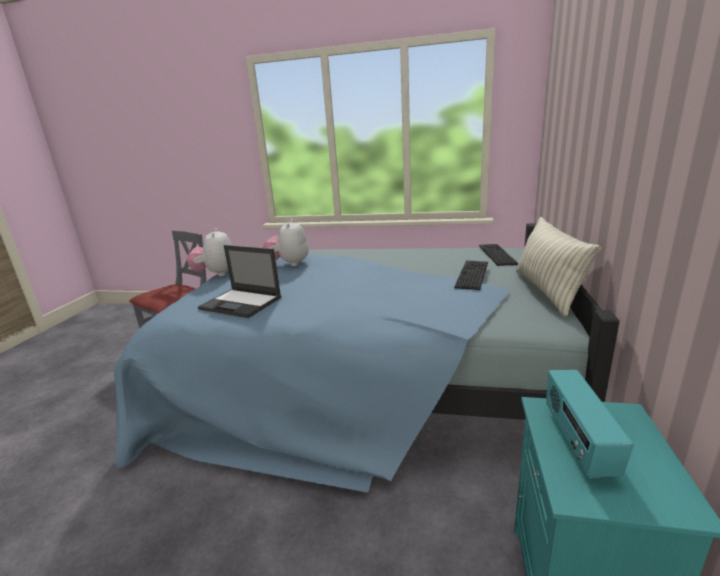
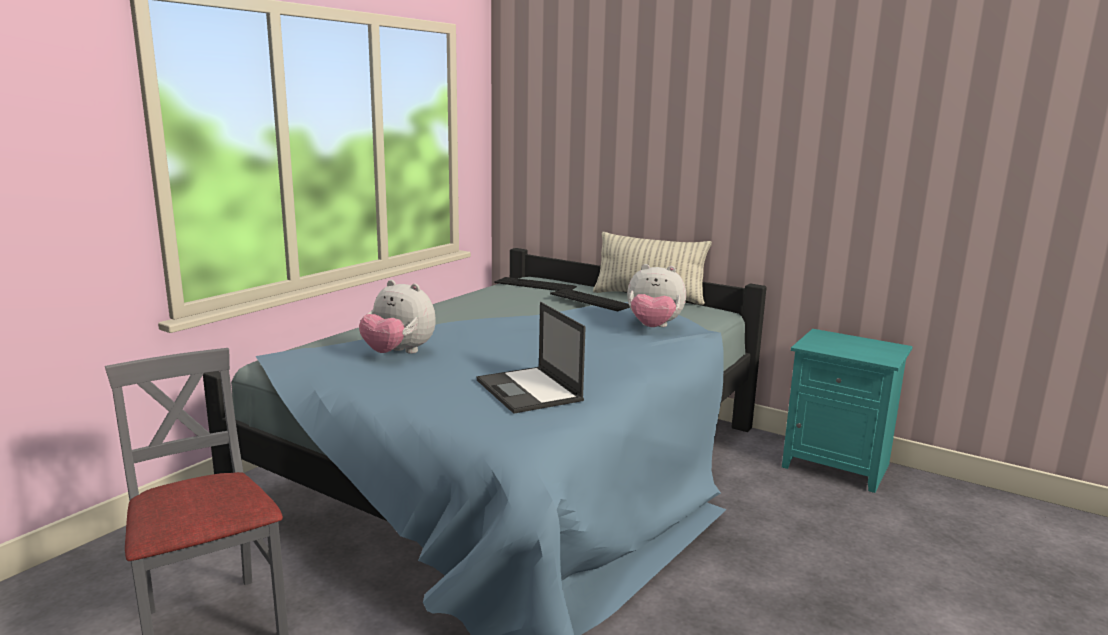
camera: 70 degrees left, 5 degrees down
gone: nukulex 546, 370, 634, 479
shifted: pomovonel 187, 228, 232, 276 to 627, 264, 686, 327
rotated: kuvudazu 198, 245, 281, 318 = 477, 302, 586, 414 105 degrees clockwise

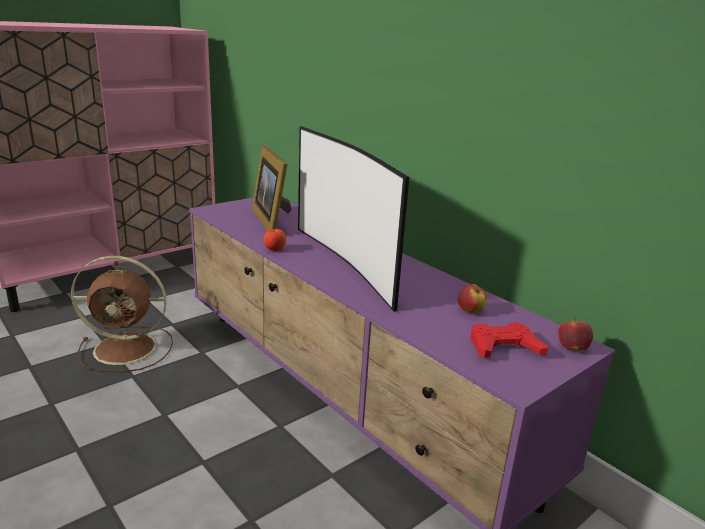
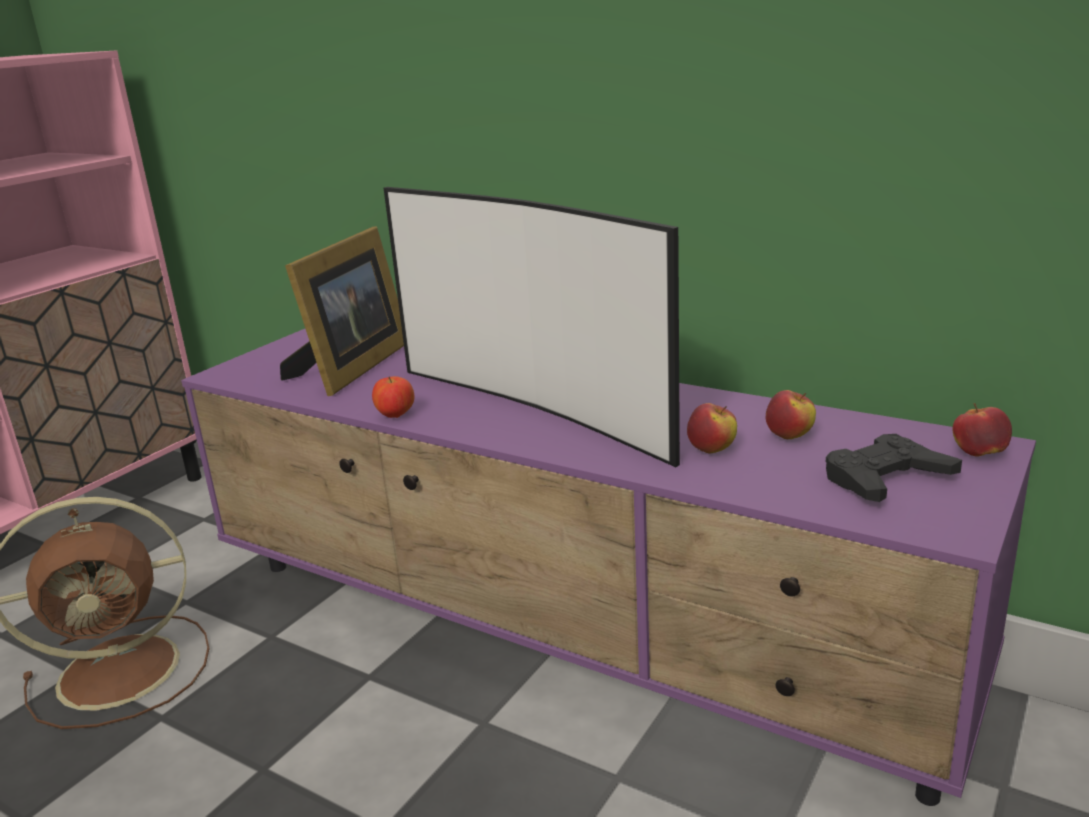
camera: 15 degrees left, 0 degrees up
new: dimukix 687, 403, 737, 453
repainted: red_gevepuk 470, 322, 548, 358 to black_gevepuk 826, 434, 962, 502
rotated: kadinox 252, 144, 292, 231 = 280, 226, 404, 396 120 degrees counterclockwise

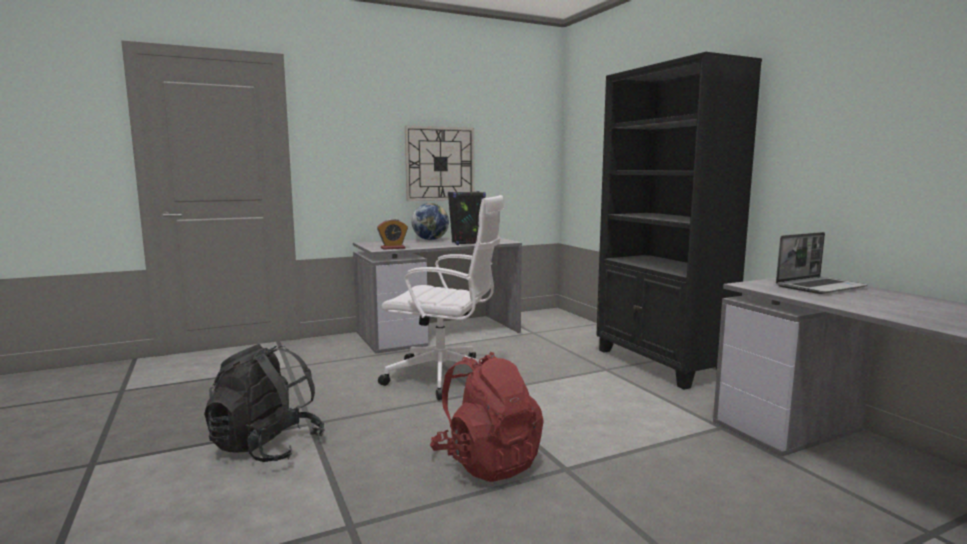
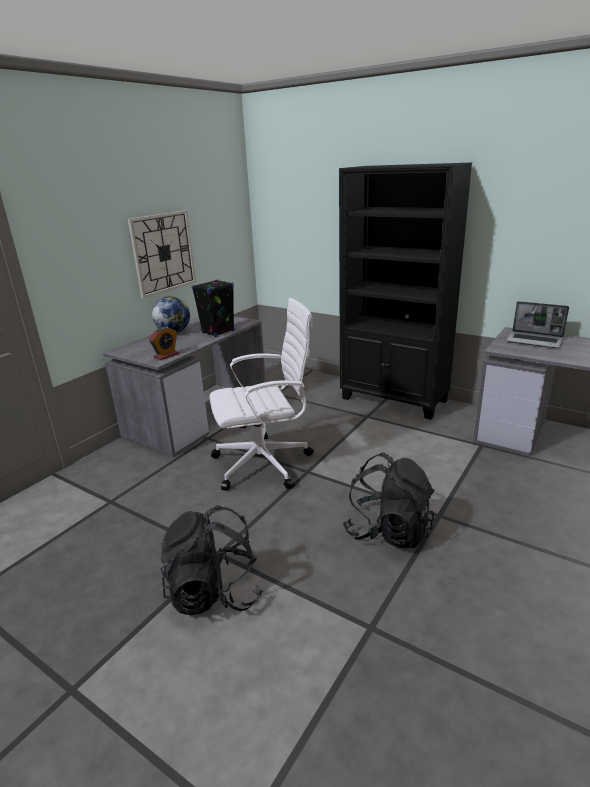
camera: 30 degrees left, 15 degrees up
repainted: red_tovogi 430, 352, 544, 482 to black_tovogi 343, 453, 435, 549
rotated: kuvudazu 776, 232, 868, 294 = 506, 301, 569, 348 90 degrees clockwise

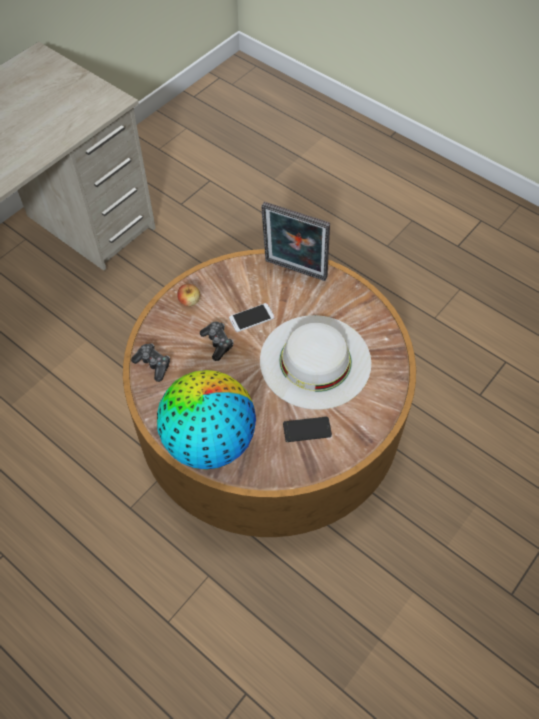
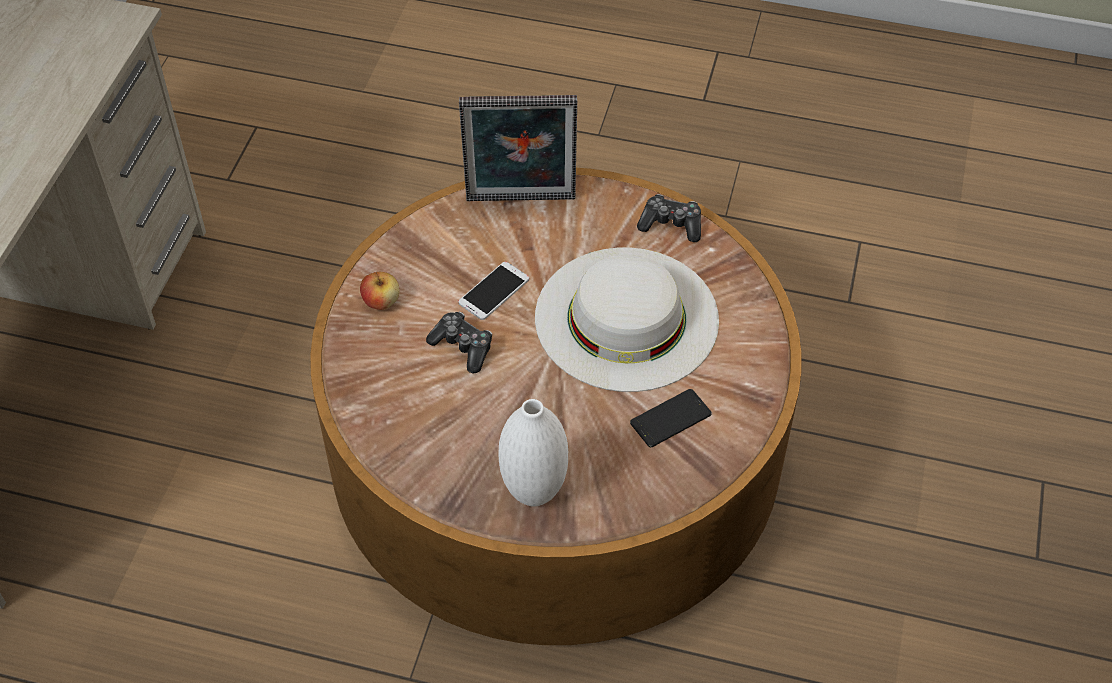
camera: 25 degrees left, 5 degrees down
shifted: gevepuk 131, 343, 170, 382 to 637, 194, 701, 242
swapped: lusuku 157, 370, 256, 470 to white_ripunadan 498, 399, 568, 507

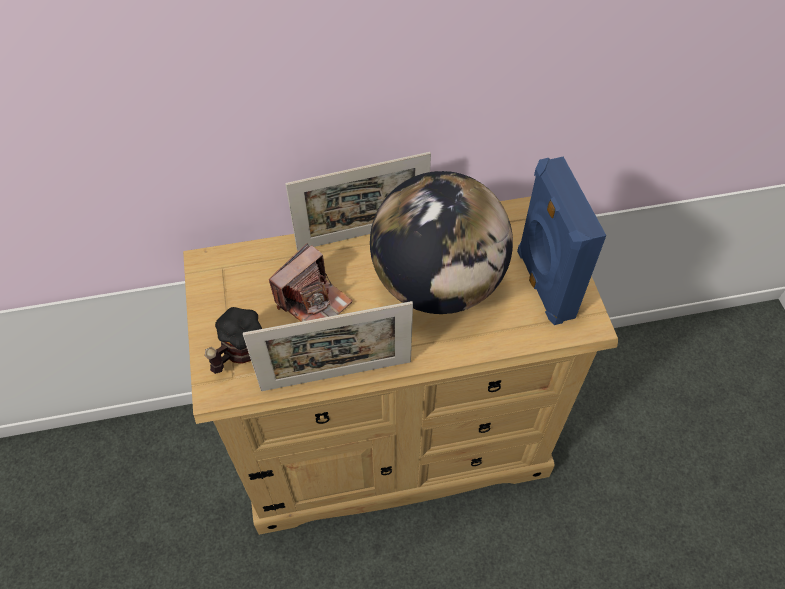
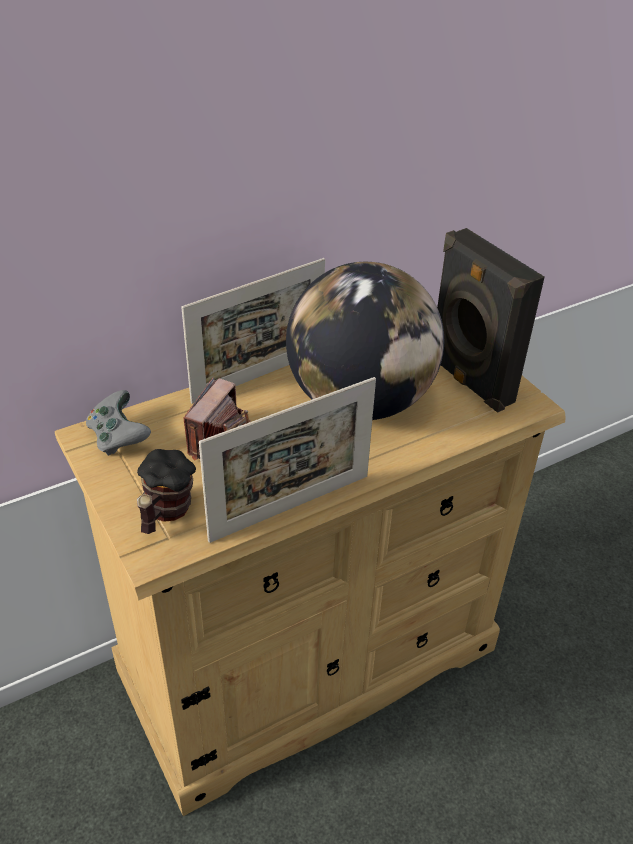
camera: 20 degrees left, 15 degrees down
new: grey_gevepuk 86, 390, 151, 456
repainted: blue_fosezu 517, 157, 606, 325 to black_fosezu 437, 228, 545, 413

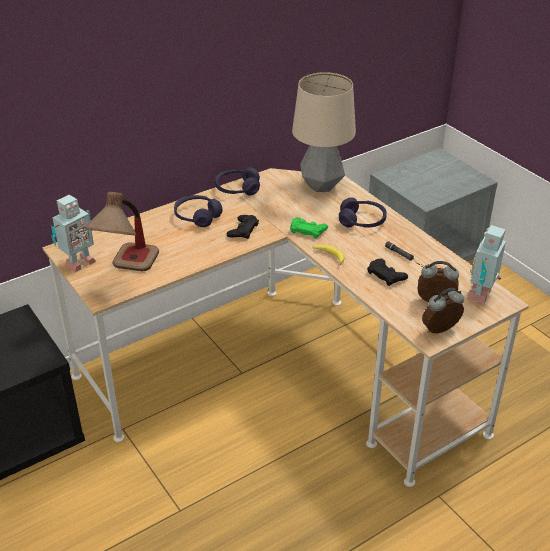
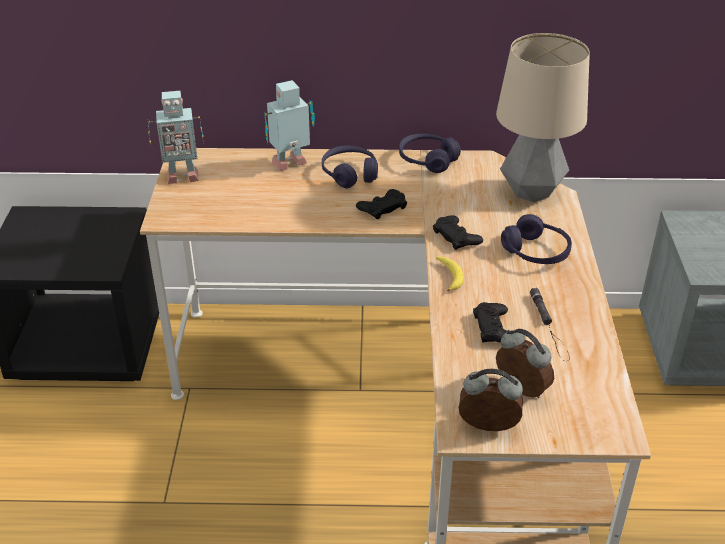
camera: 35 degrees right, 0 degrees up
gone: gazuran 84, 192, 159, 271
shifted: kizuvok 467, 225, 506, 303 to 264, 80, 315, 171
repainted: green_gevepuk 290, 217, 328, 239 to black_gevepuk 433, 215, 483, 250

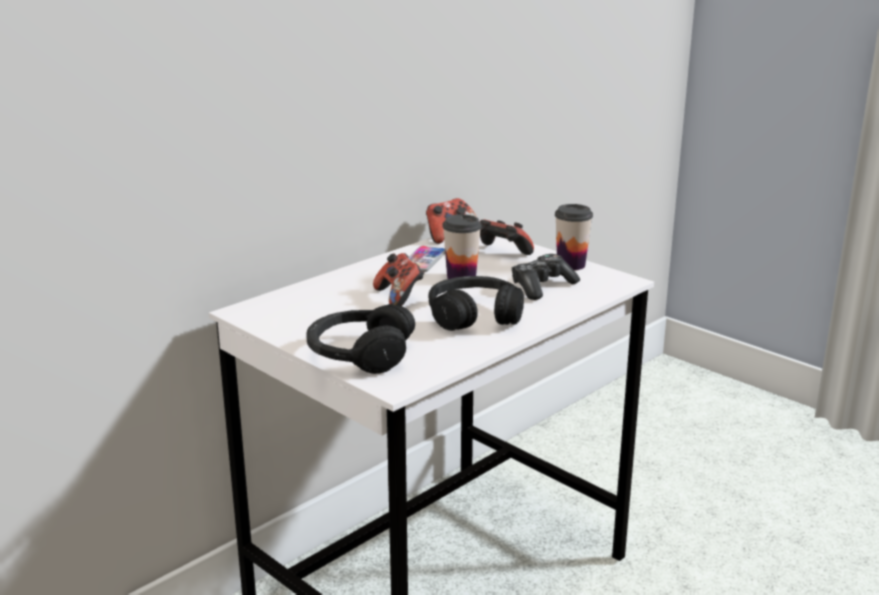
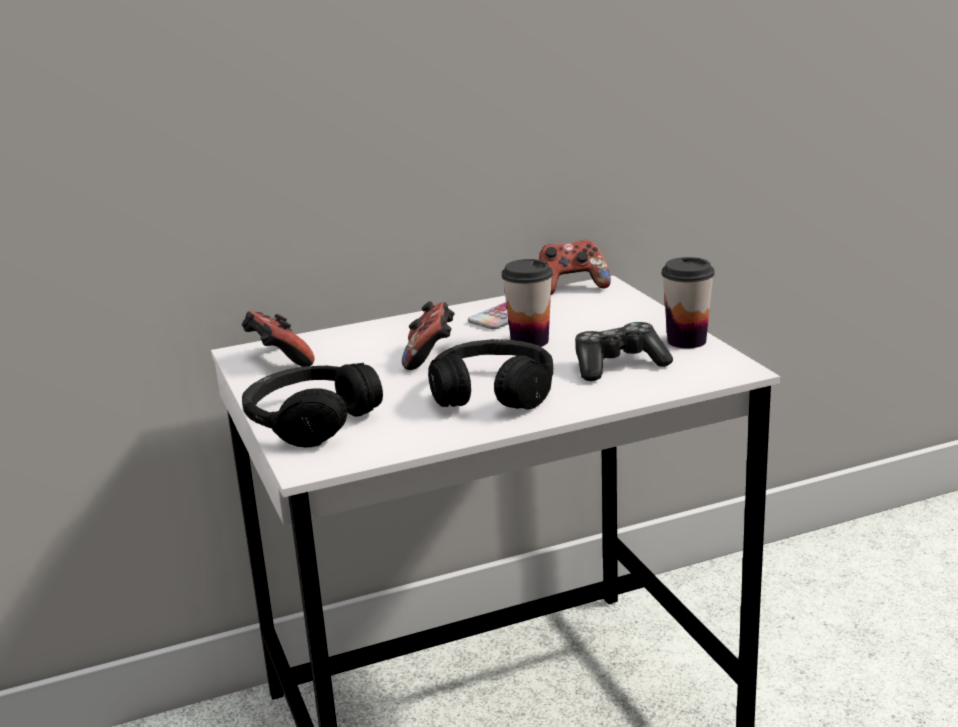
camera: 25 degrees right, 0 degrees up
shifted: gevepuk 480, 219, 534, 255 to 242, 311, 314, 367

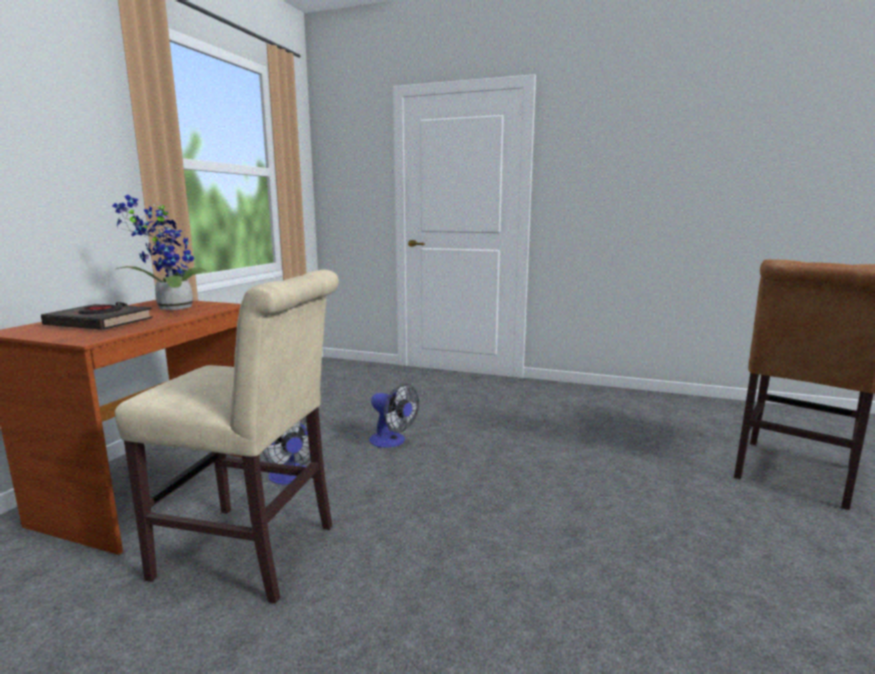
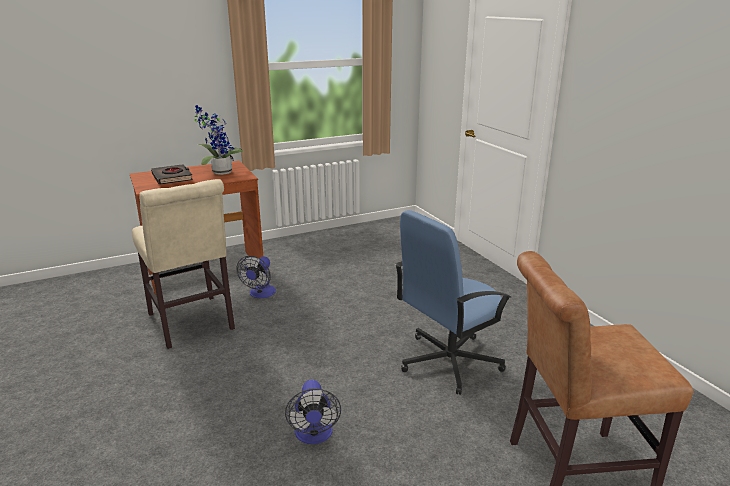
camera: 45 degrees right, 10 degrees up
new: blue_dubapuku 395, 210, 512, 395
shifted: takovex 369, 384, 419, 448 to 285, 379, 341, 444

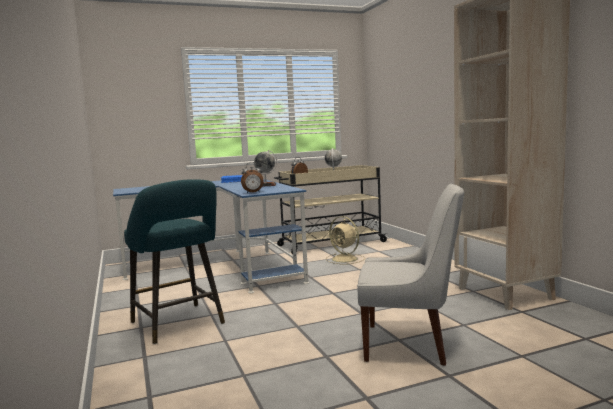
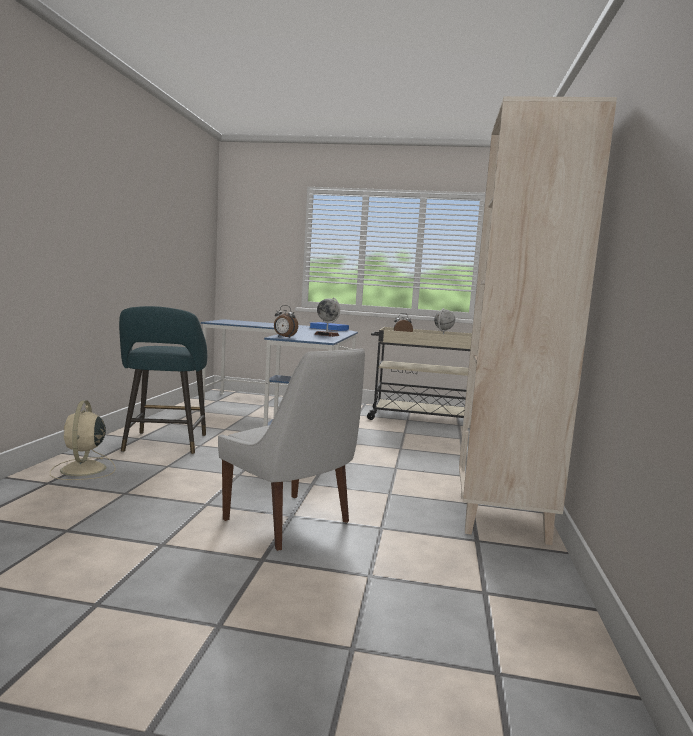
camera: 30 degrees right, 0 degrees up
shifted: beige_takovex 326, 216, 365, 264 to 50, 400, 116, 480

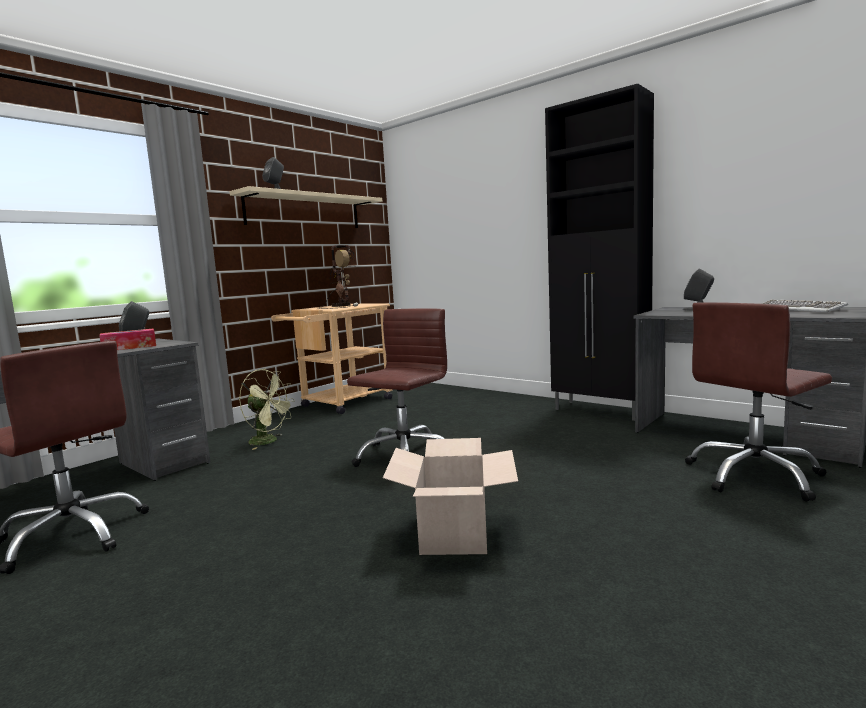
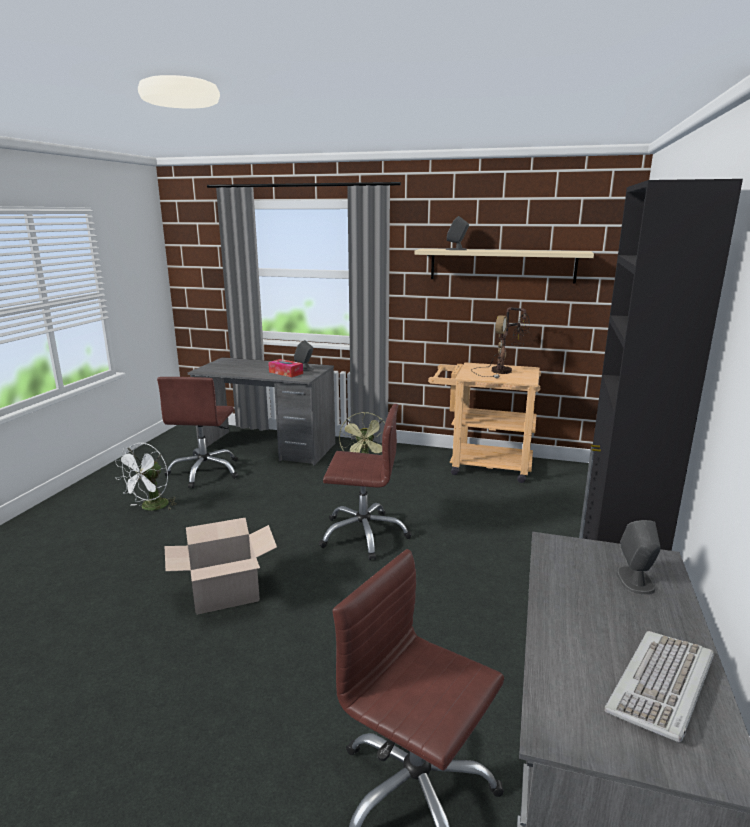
camera: 65 degrees right, 10 degrees up
new: white_takovex 115, 443, 177, 511

